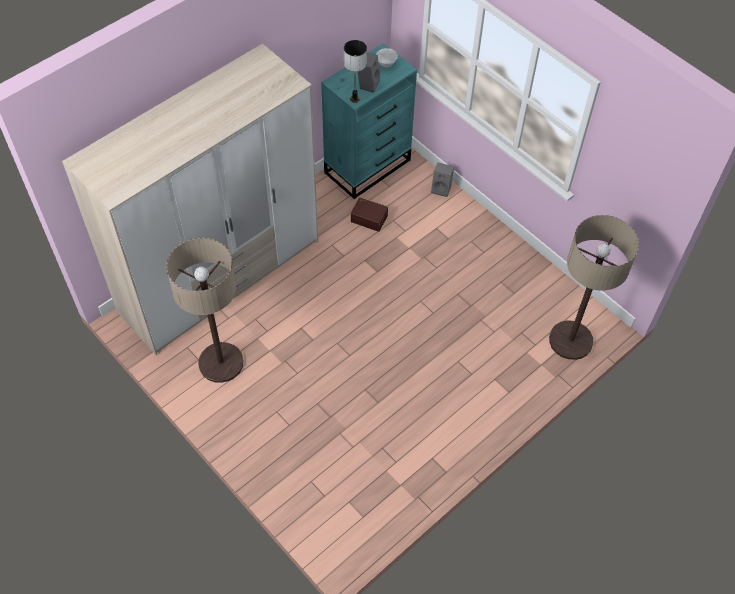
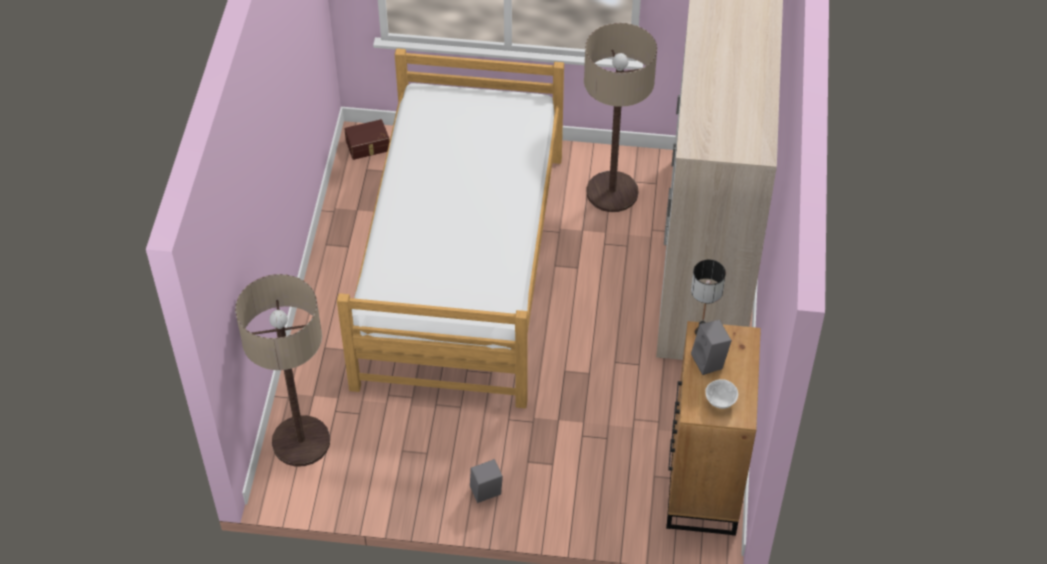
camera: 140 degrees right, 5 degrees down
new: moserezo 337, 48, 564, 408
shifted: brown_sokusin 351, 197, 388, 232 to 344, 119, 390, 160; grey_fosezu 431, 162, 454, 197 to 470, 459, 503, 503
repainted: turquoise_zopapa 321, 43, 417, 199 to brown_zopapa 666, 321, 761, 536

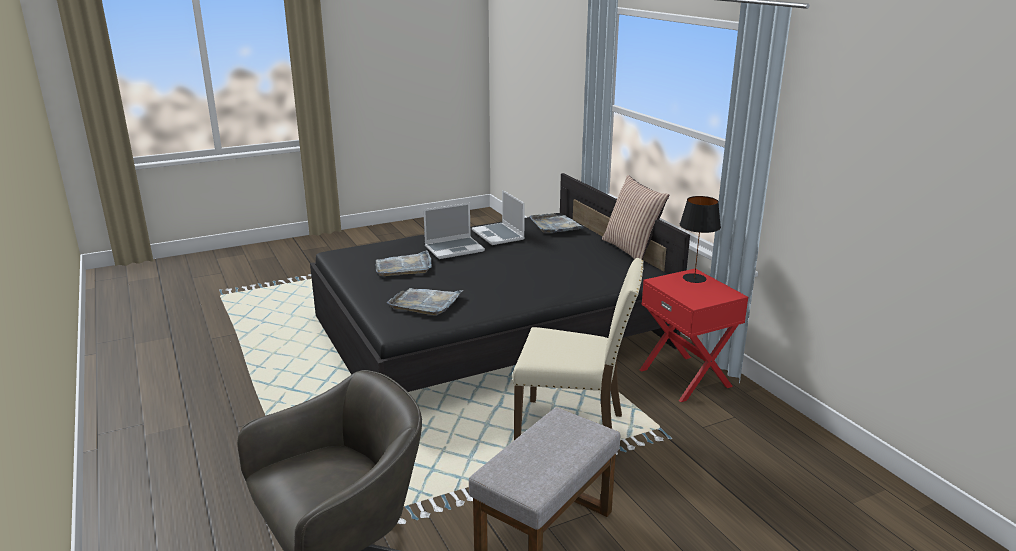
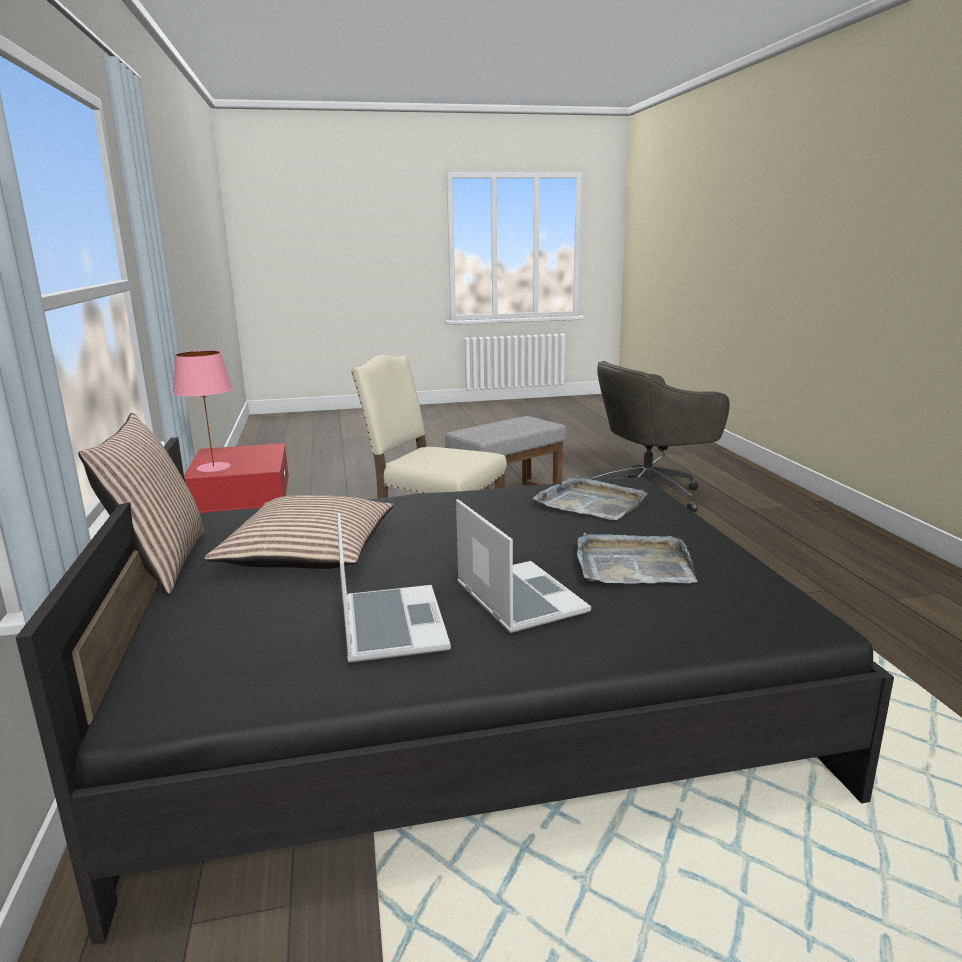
camera: 165 degrees left, 5 degrees down
gone: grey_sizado 529, 213, 583, 233
new: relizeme 204, 495, 394, 569
repainted: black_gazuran 680, 196, 721, 283 to pink_gazuran 173, 350, 233, 472
rotated: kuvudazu 423, 203, 485, 259 = 456, 499, 591, 633 75 degrees clockwise

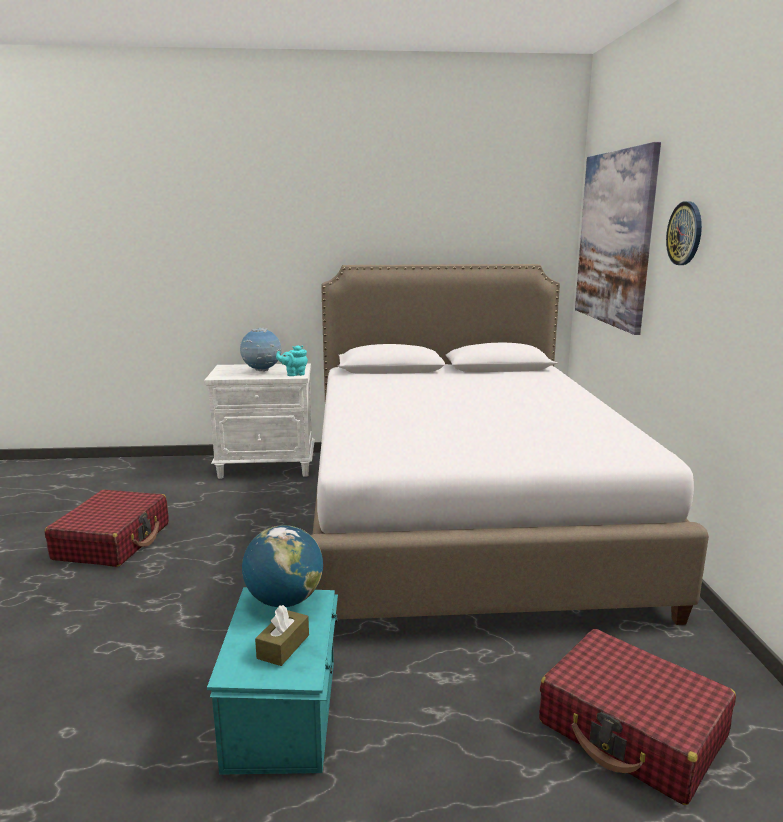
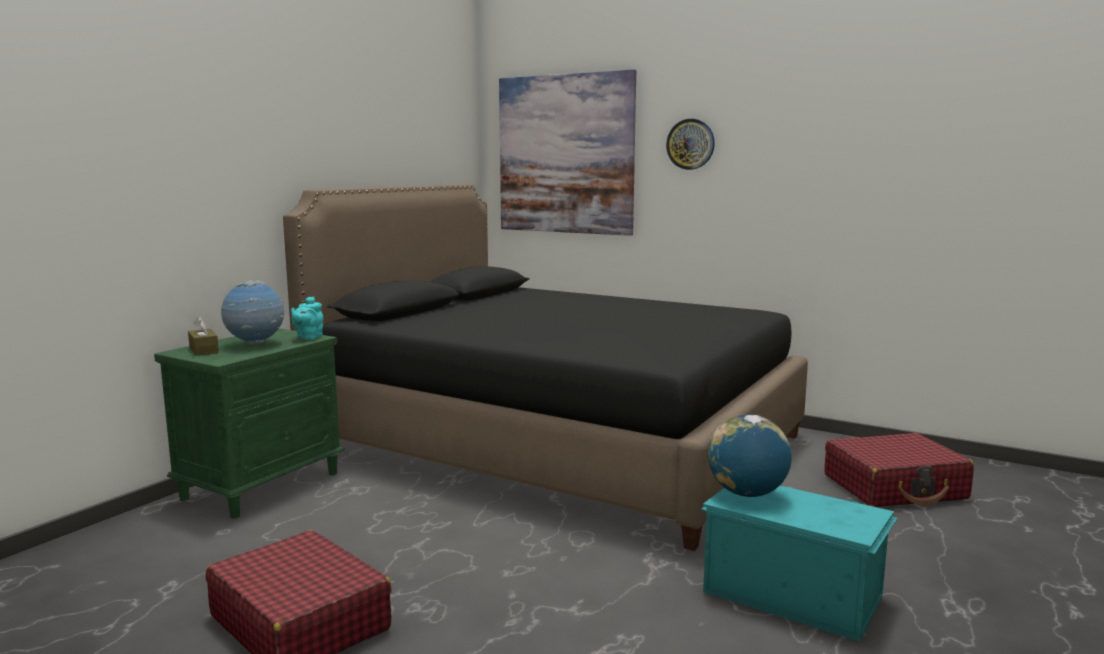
camera: 55 degrees left, 5 degrees down
shifted: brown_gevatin 255, 605, 309, 666 to 188, 317, 219, 356
repainted: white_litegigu 204, 364, 315, 479 to green_litegigu 154, 328, 345, 518; white_moserezo 311, 264, 709, 625 to black_moserezo 283, 184, 808, 551

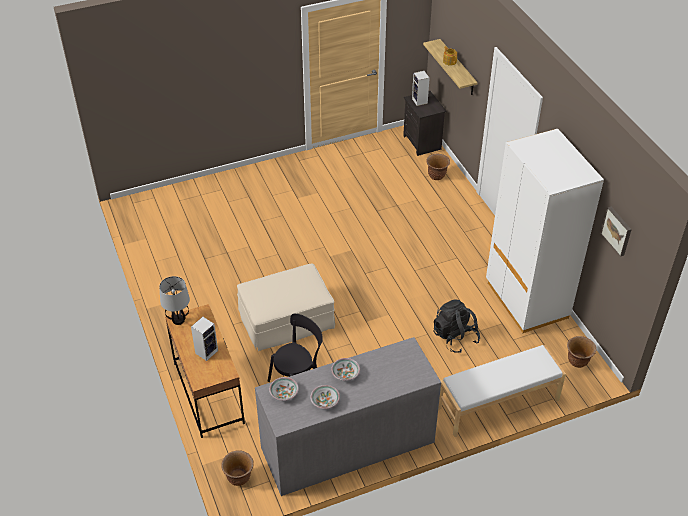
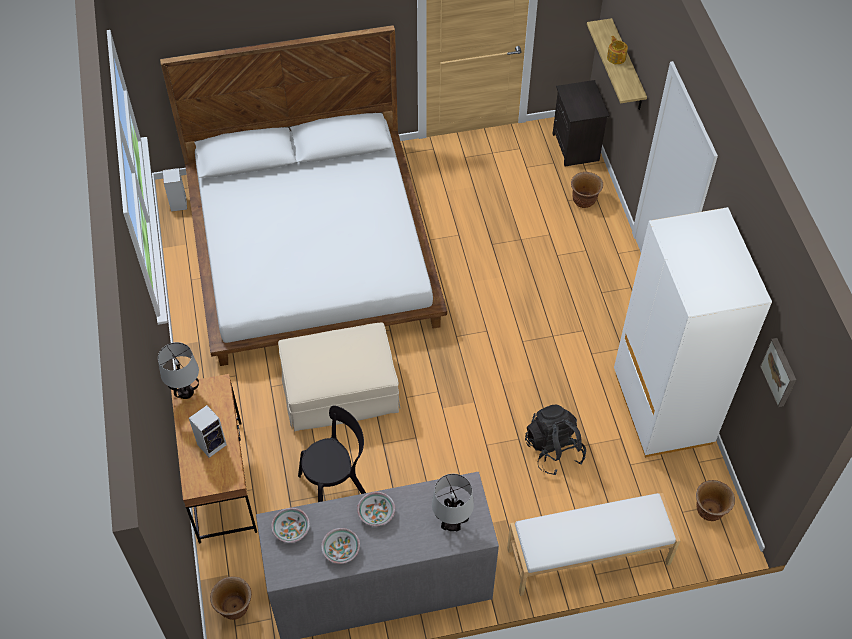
camera: 10 degrees right, 10 degrees up
new: white_moserezo 160, 25, 447, 366; gazuran 432, 474, 474, 531
shifted: fosezu 412, 71, 430, 106 to 163, 168, 187, 212

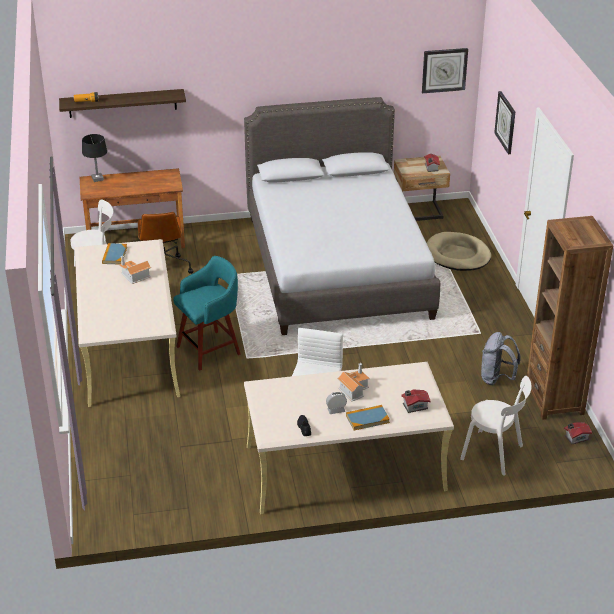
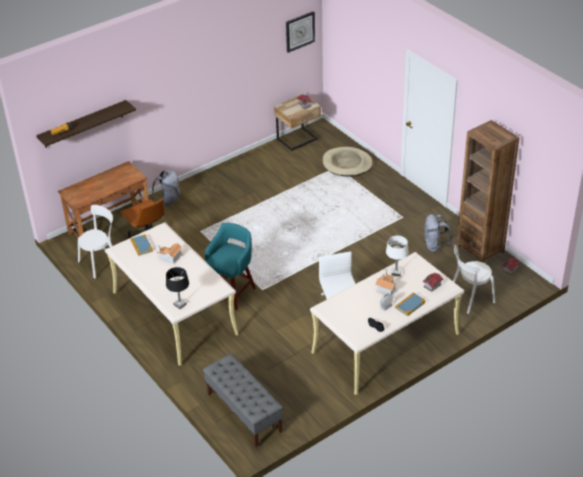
camera: 25 degrees left, 5 degrees up
gone: grey_moserezo 244, 97, 440, 335; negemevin 494, 91, 515, 154
new: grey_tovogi 152, 170, 180, 206; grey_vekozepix 203, 354, 283, 447; white_gazuran 386, 236, 409, 276
shifted: black_gazuran 82, 134, 107, 182 to 166, 267, 189, 309
rotated: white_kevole 460, 376, 532, 476 = 453, 245, 495, 314 150 degrees clockwise

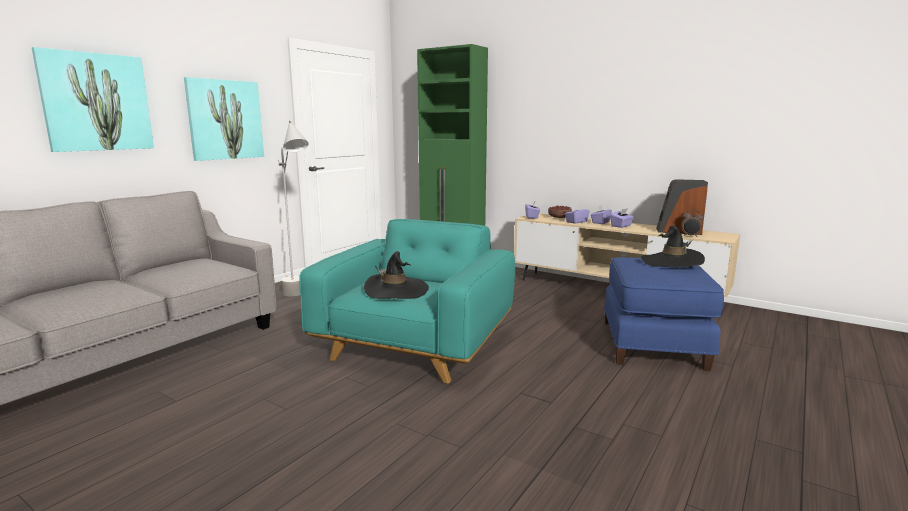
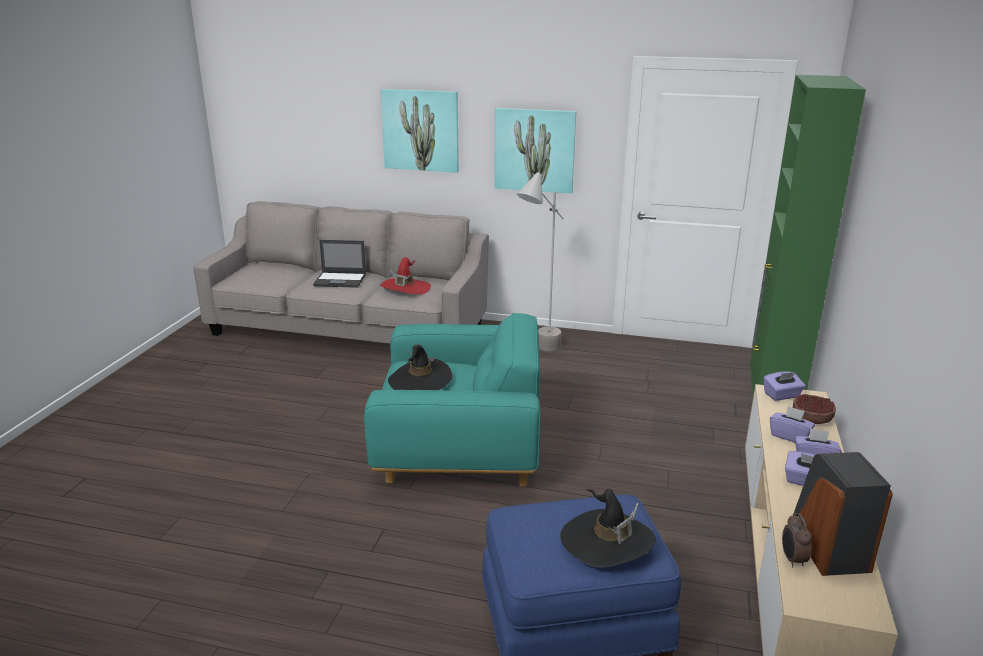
camera: 70 degrees right, 10 degrees up
new: kuvudazu 313, 240, 366, 288; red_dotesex 380, 257, 431, 294

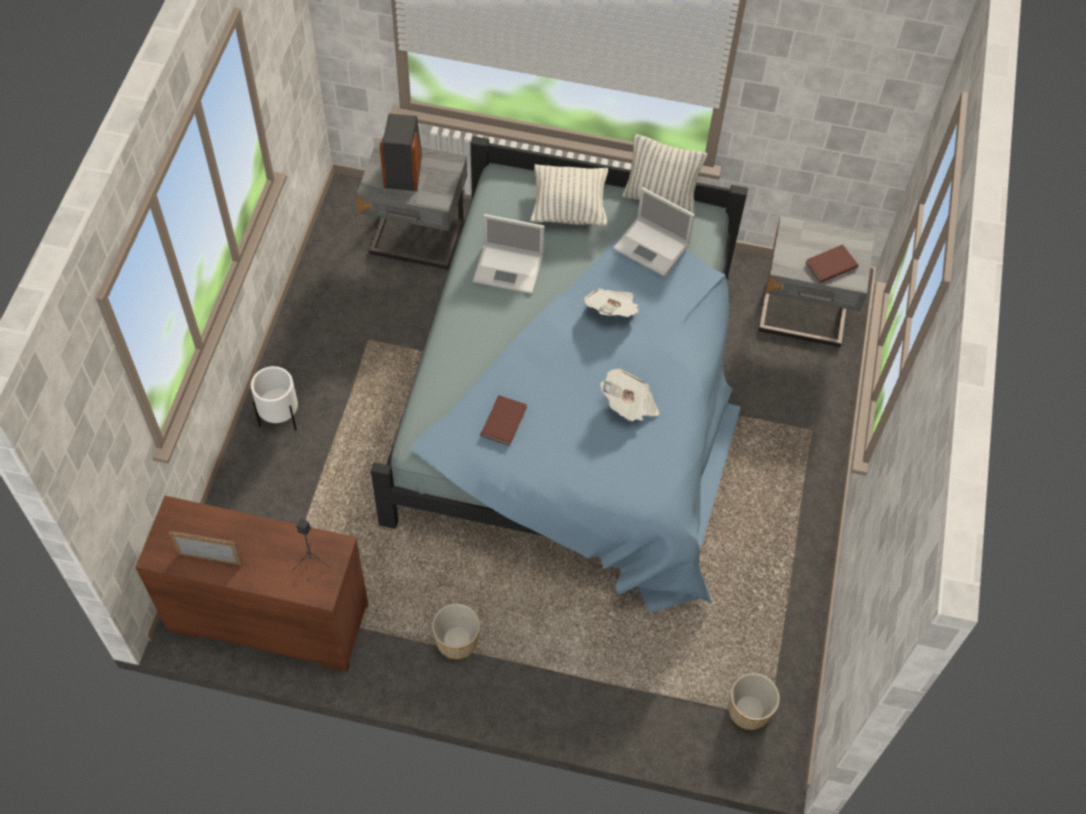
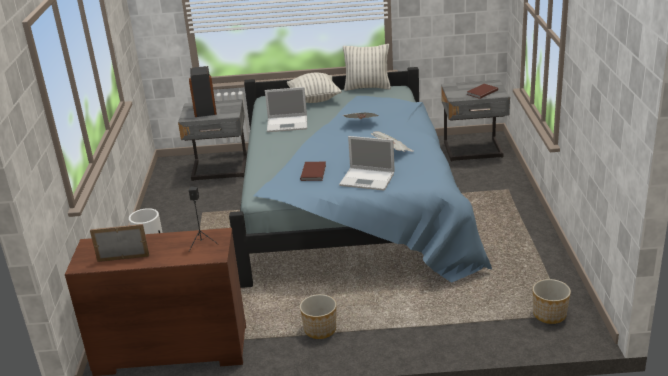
camera: 10 degrees left, 30 degrees down
shifted: kuvudazu 613, 187, 695, 277 to 339, 136, 395, 191

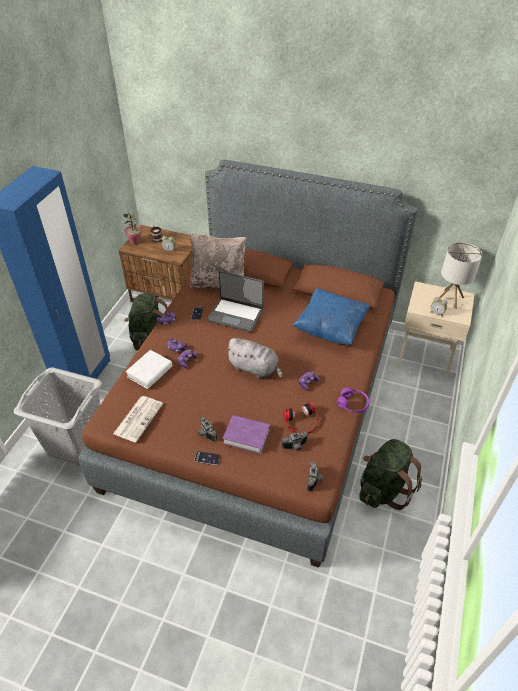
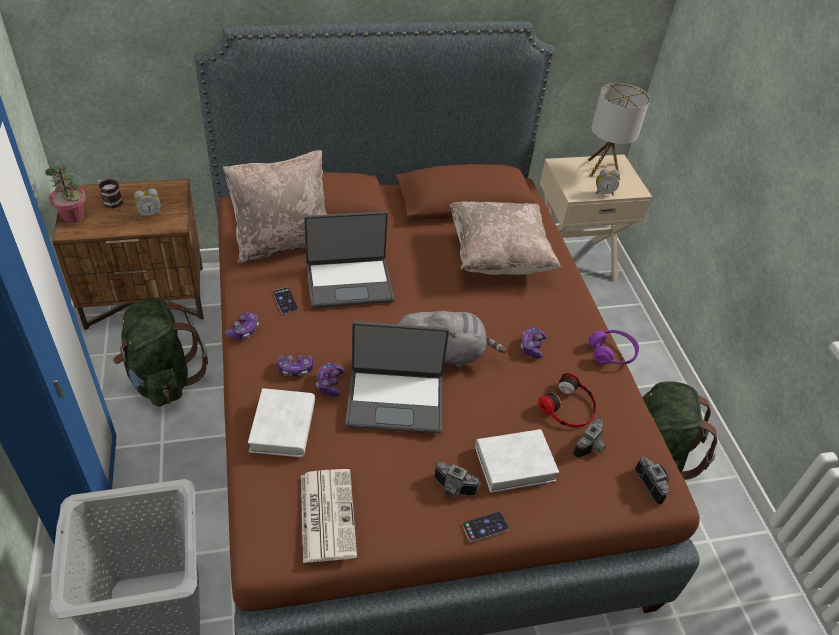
camera: 35 degrees left, 0 degrees up
new: kuvudazu 346, 321, 449, 433
repainted: blue_relizeme 292, 289, 370, 345 to beige_relizeme 450, 201, 561, 275; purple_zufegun 222, 415, 271, 454 to white_zufegun 475, 429, 559, 493

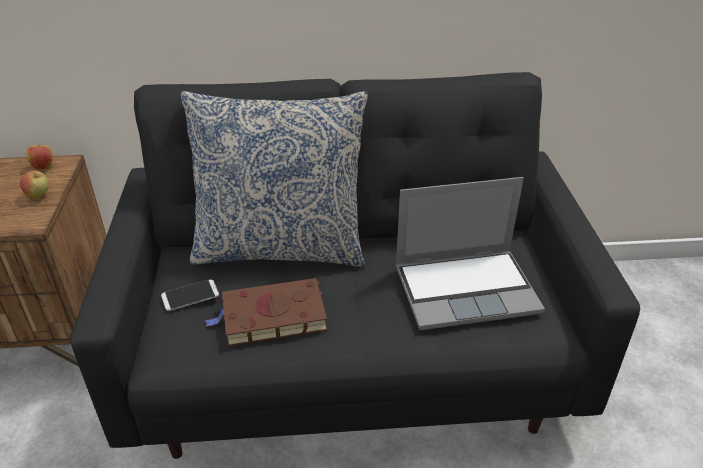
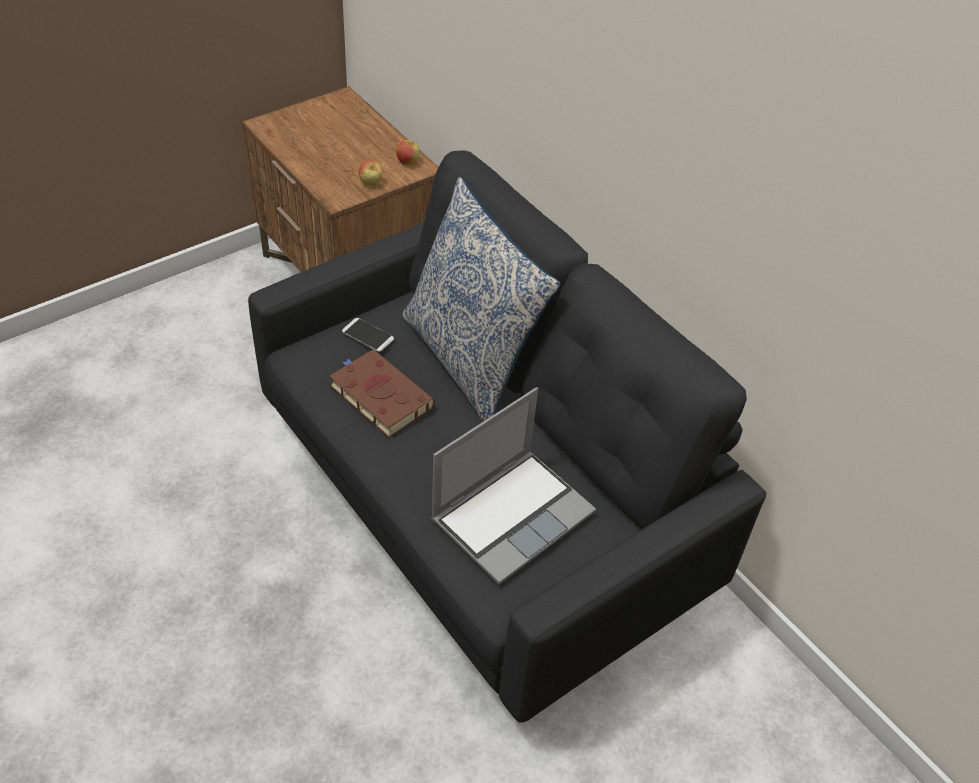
camera: 55 degrees right, 10 degrees up
rotated: kuvudazu 395, 177, 545, 330 = 431, 387, 596, 585 90 degrees counterclockwise

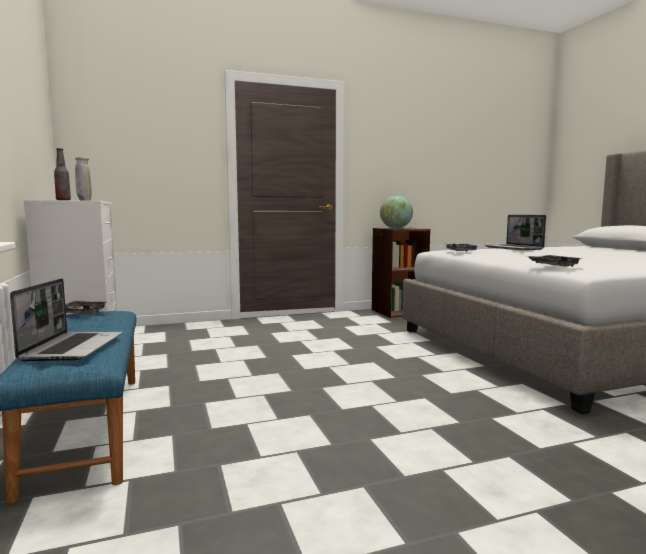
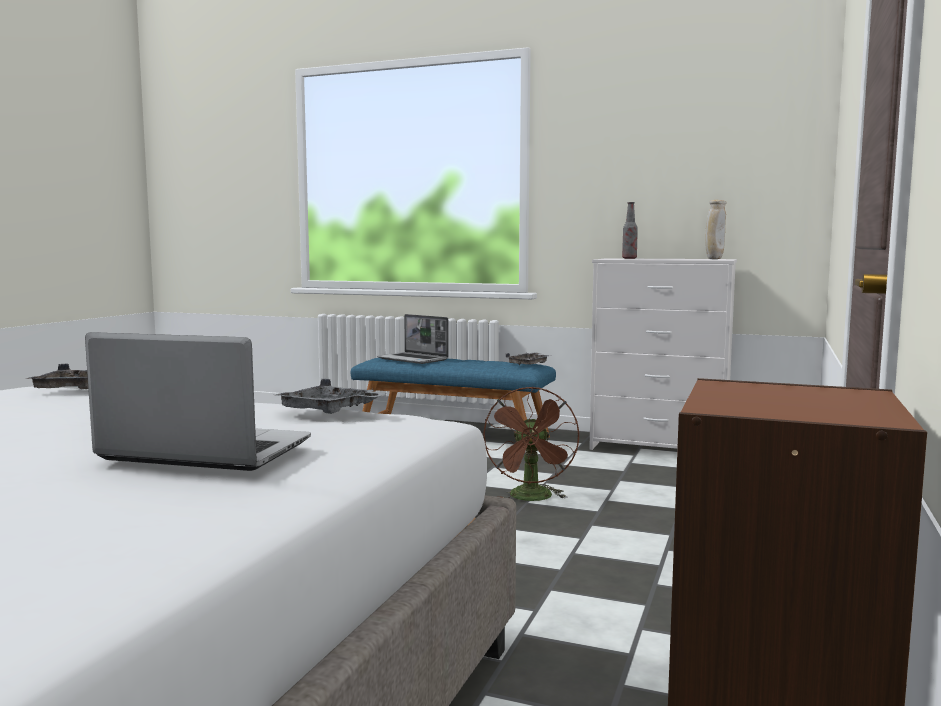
camera: 130 degrees right, 0 degrees up
gone: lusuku 380, 196, 413, 229
new: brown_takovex 483, 387, 579, 501

